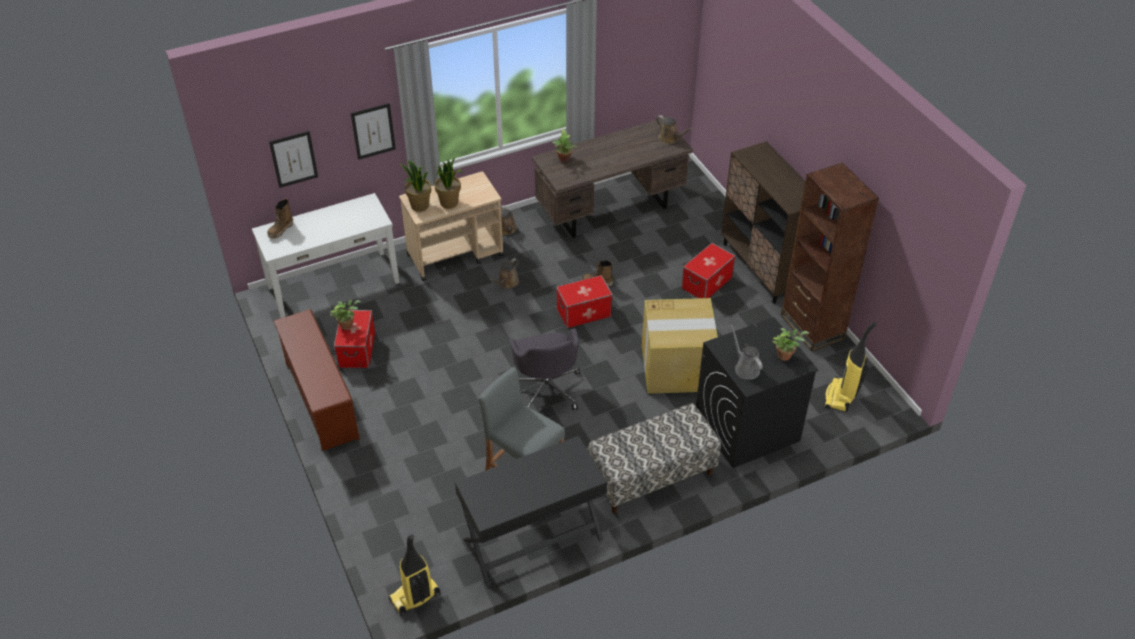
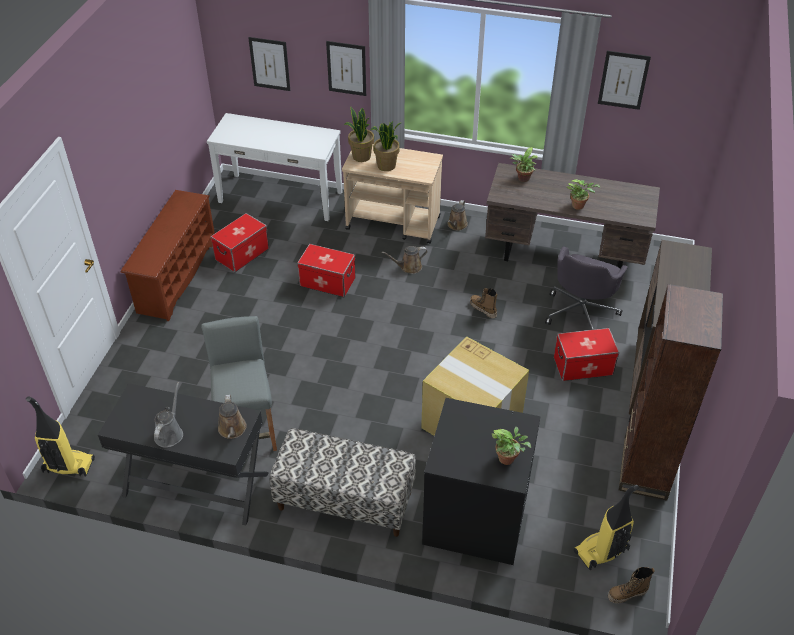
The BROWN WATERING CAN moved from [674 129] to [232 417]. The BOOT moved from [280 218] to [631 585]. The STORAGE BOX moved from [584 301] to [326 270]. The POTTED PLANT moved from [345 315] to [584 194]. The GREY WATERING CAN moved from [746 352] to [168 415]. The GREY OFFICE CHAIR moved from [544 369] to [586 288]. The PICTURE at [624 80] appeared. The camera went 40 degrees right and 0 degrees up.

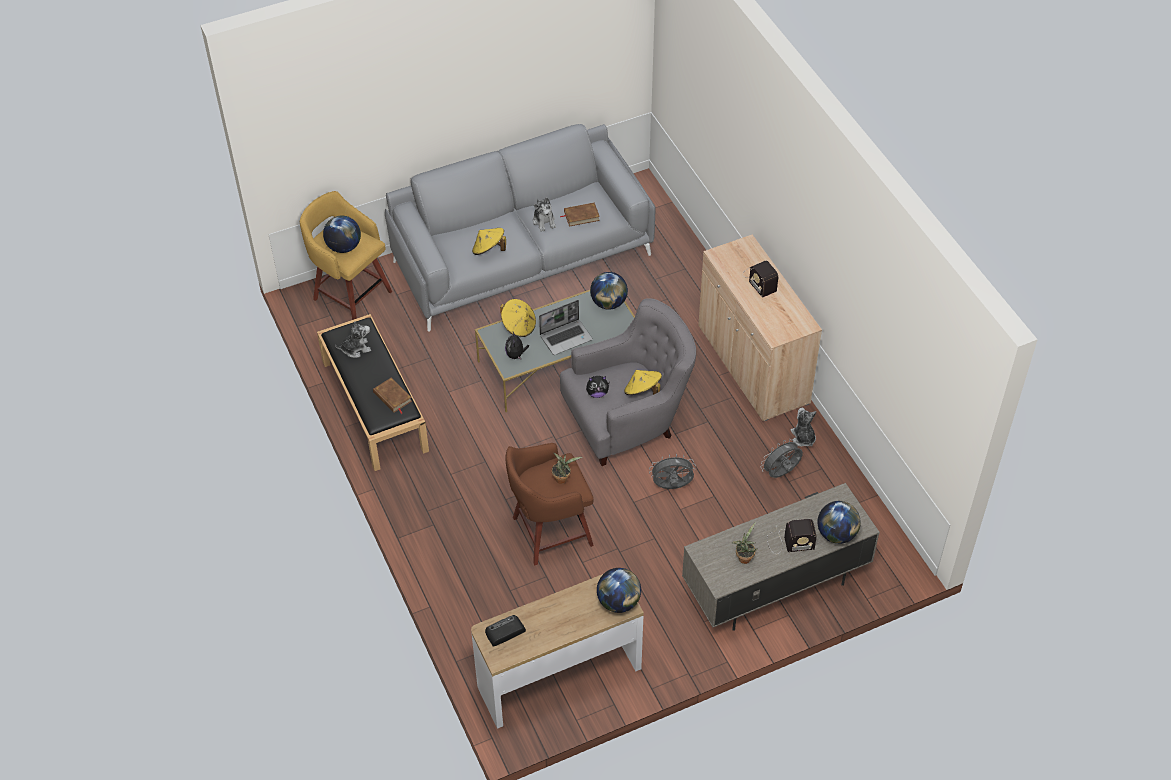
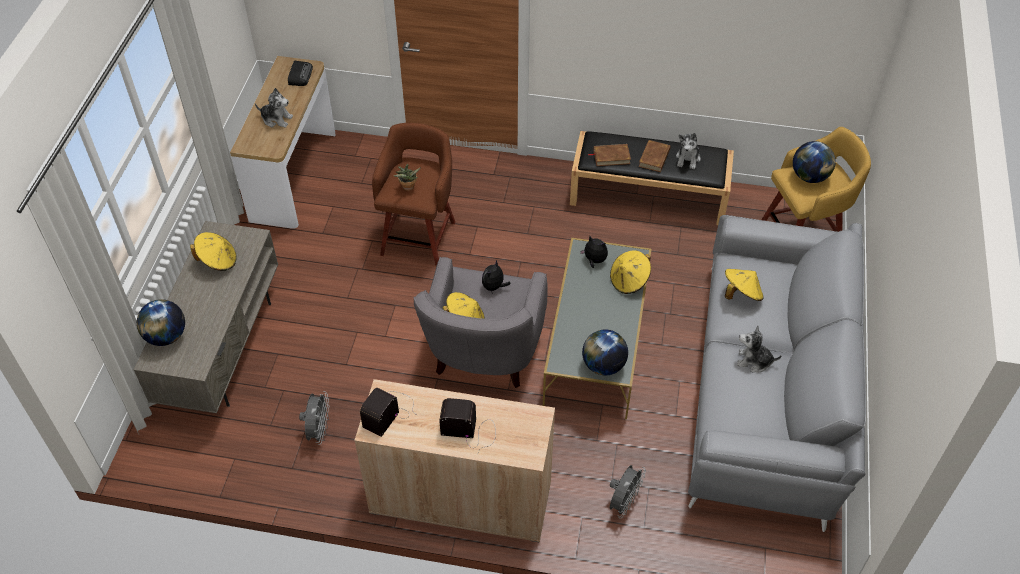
The BROWN BOOK moved from [580 214] to [655 156]. The LAPTOP at [566 327] disappeared. The PLUSH TOY moved from [803 427] to [274 108]. The GREY FAN moved from [672 471] to [628 492]. The RADIO moved from [792 536] to [389 412]. The POTTED PLANT at [745 543] was replaced by the YELLOW HAT at [213 251]. The GLOBE at [619 590] disappeared. The camera went 125 degrees right and 0 degrees up.

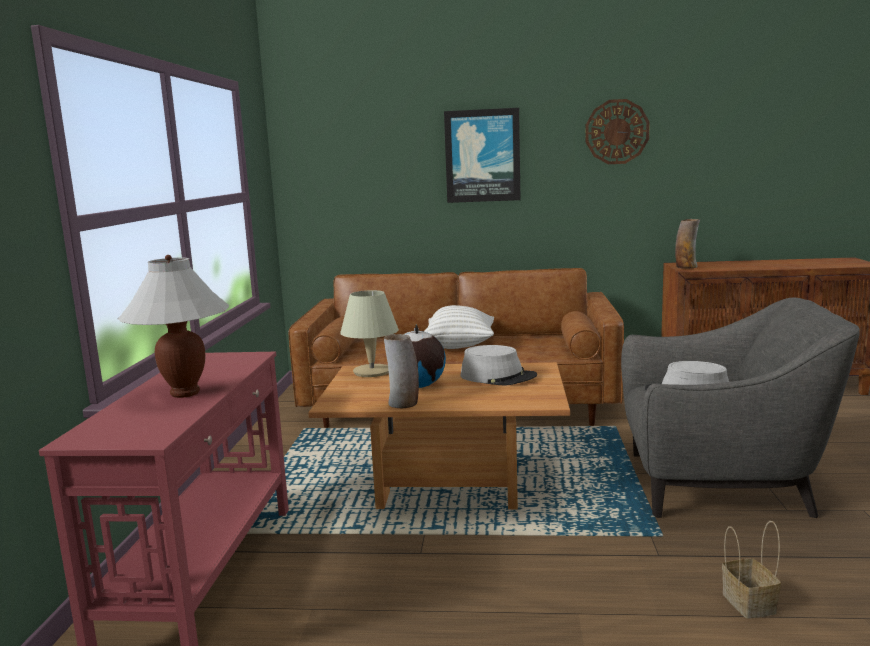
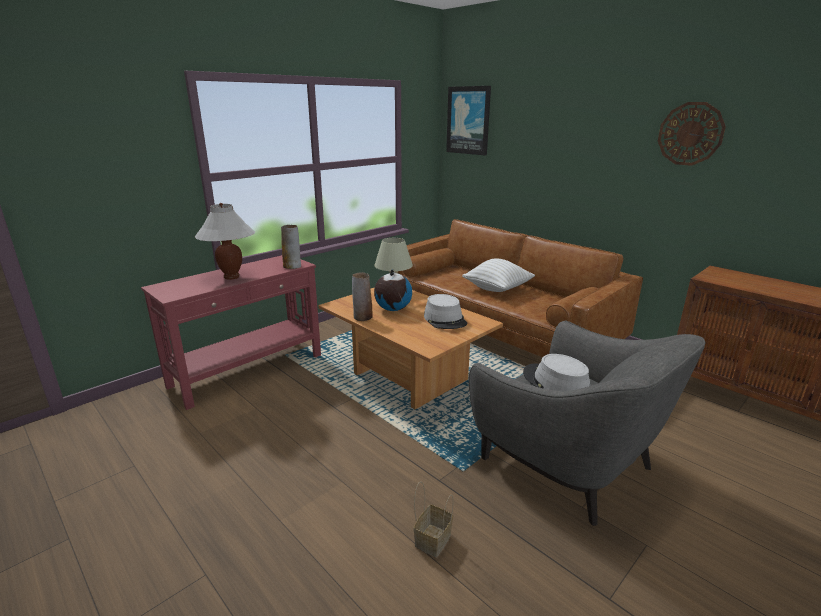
The PICTURE moved from [482 155] to [468 121]. The VASE moved from [687 244] to [291 247]. The camera went 40 degrees right and 10 degrees up.

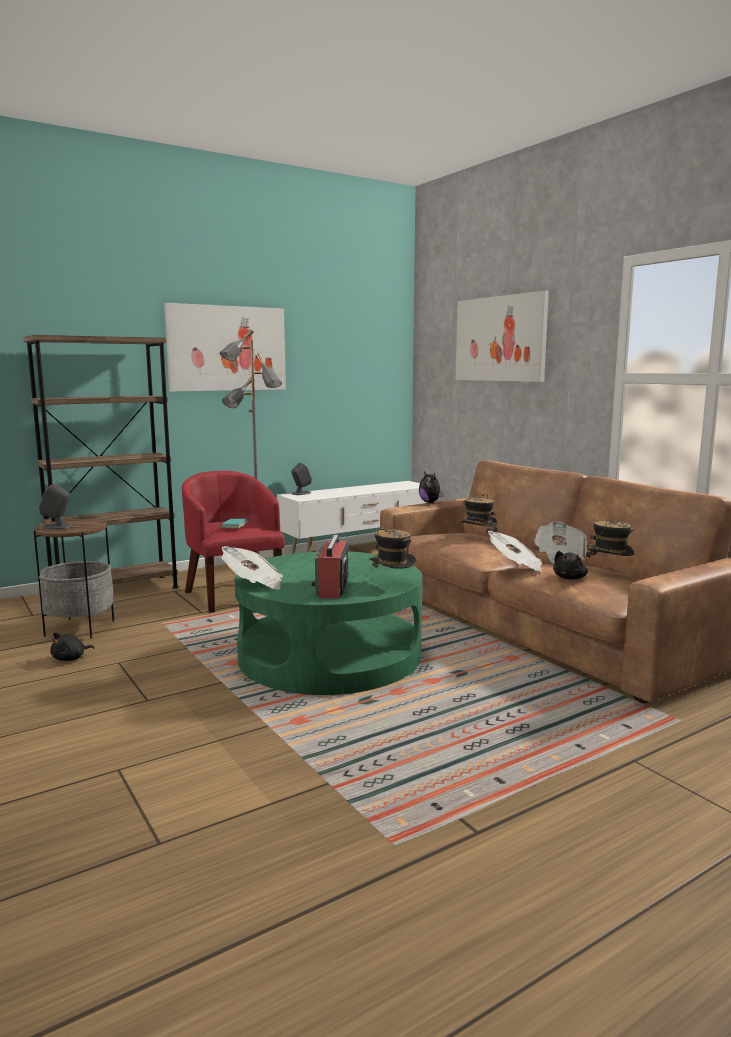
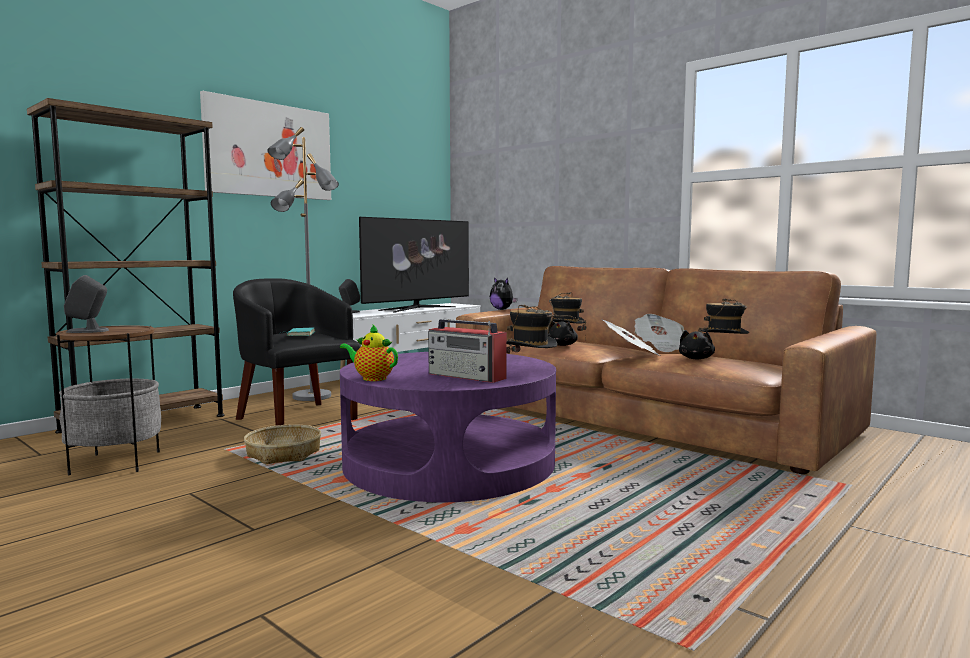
The PICTURE at [502 336] disappeared. The RED ARMCHAIR at [233 542] became the BLACK ARMCHAIR at [297 352]. The RADIO at [329 567] turned 45 degrees counterclockwise. The NEWSPAPER at [252 567] was replaced by the TEAPOT at [369 353]. The GREEN COFFEE TABLE at [328 623] became the PURPLE COFFEE TABLE at [448 427]. The BLACK PLUSH TOY moved from [72 646] to [563 333]. The TELEVISION at [414 265] appeared. The BASKET at [282 444] appeared. The camera went 15 degrees left and 5 degrees down.

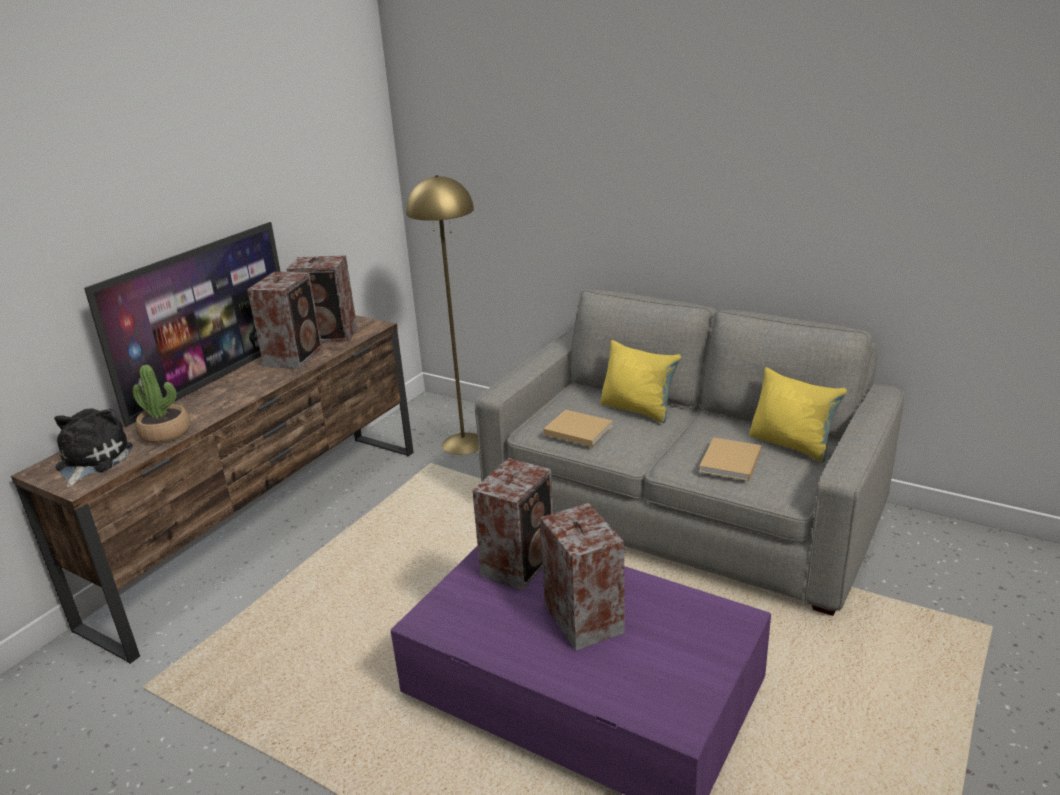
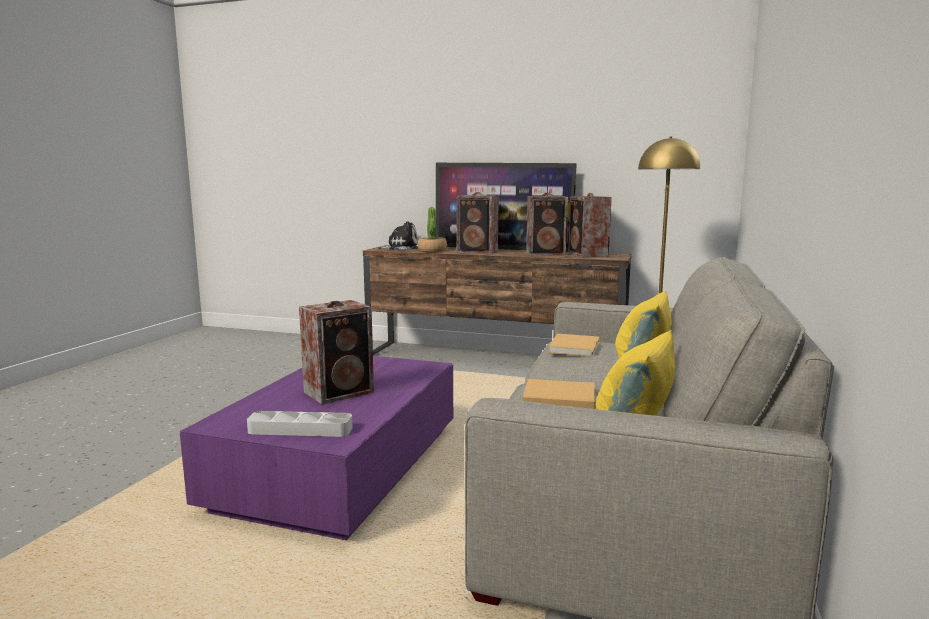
The SPEAKER moved from [512 524] to [478 223]. The GREY TRAY at [300 424] appeared. The camera went 75 degrees right and 15 degrees down.

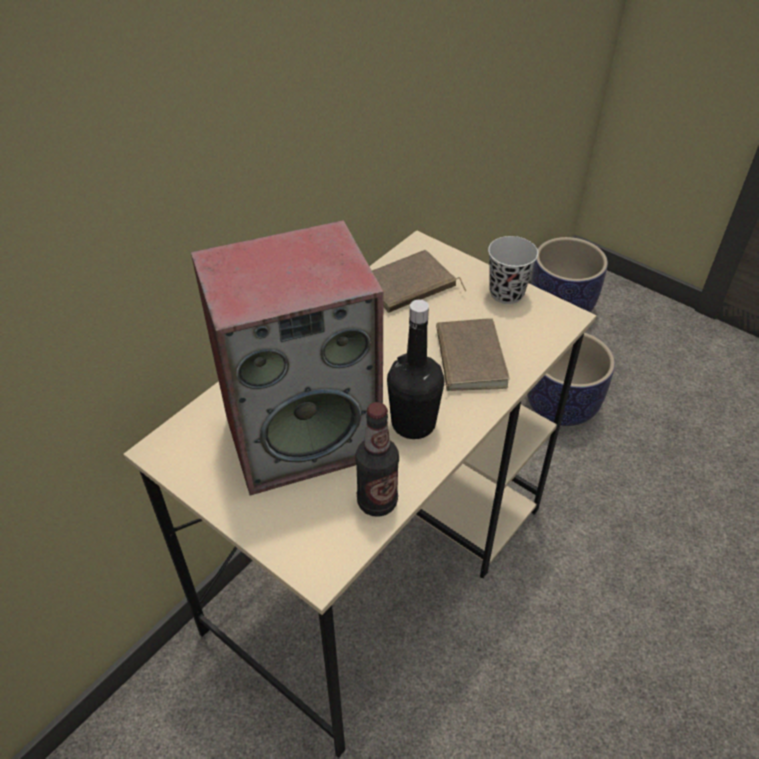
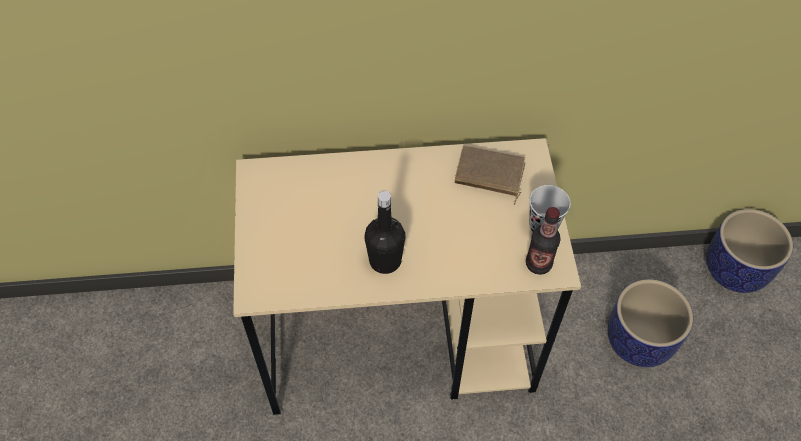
The SPEAKER at [287 358] disappeared. The BROWN BOOK at [473 354] disappeared. The BOTTLE moved from [377 459] to [543 241]. The camera went 45 degrees right and 10 degrees up.

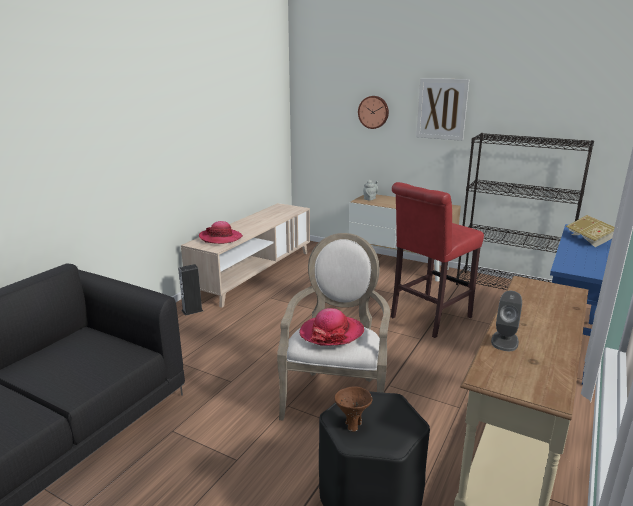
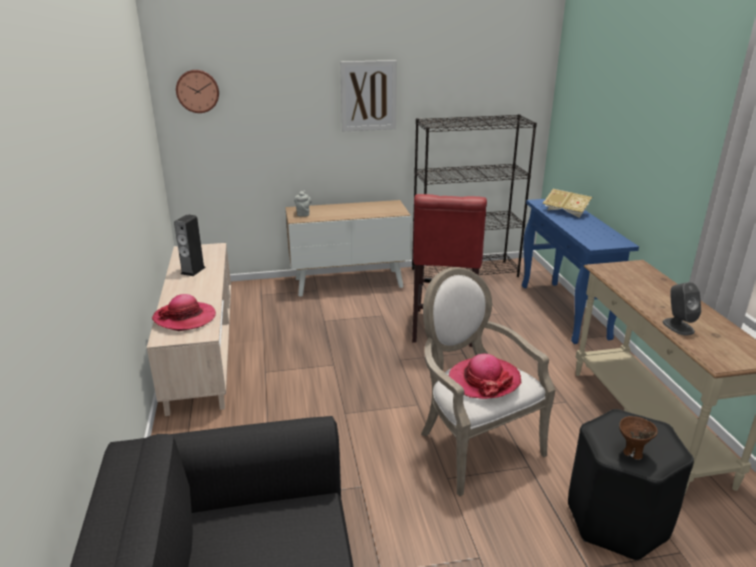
The WALL CLOCK moved from [373 112] to [197 91]. The SPEAKER moved from [190 290] to [190 245]. The camera went 40 degrees left and 5 degrees up.

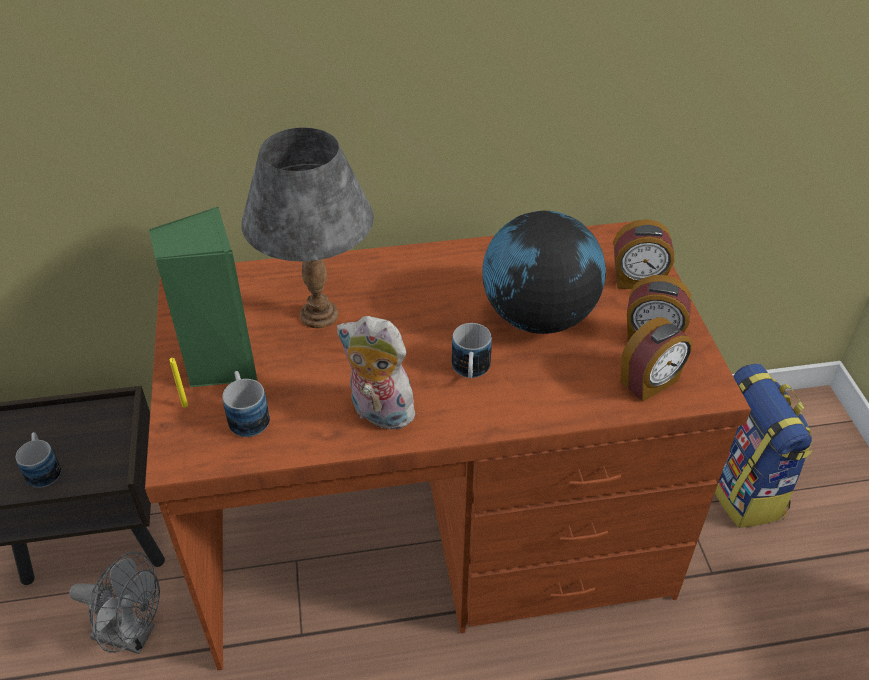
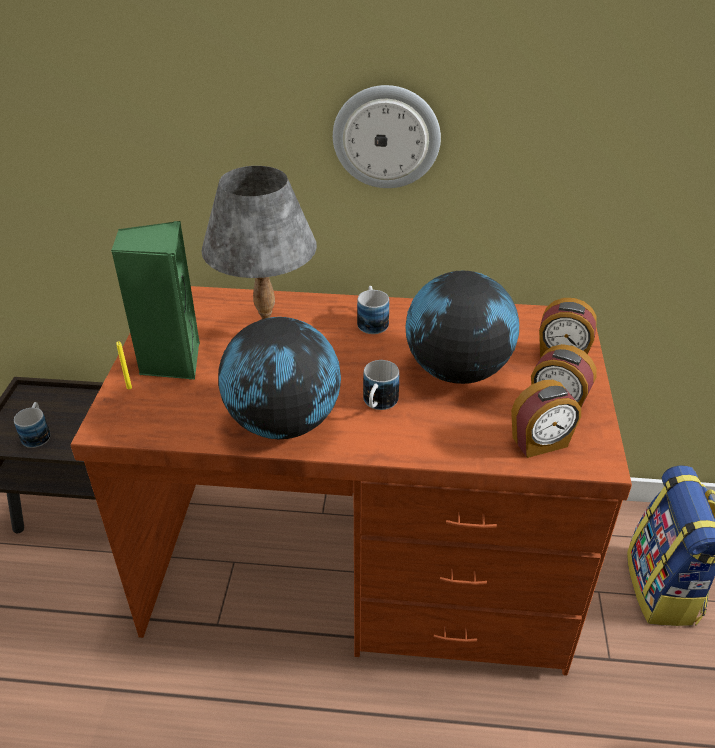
The PLUSH TOY at [377 372] was replaced by the GLOBE at [279 378]. The MUG moved from [246 404] to [373 310]. The GREY FAN at [114 602] disappeared. The WALL CLOCK at [387 136] appeared. The camera went 15 degrees right and 5 degrees down.

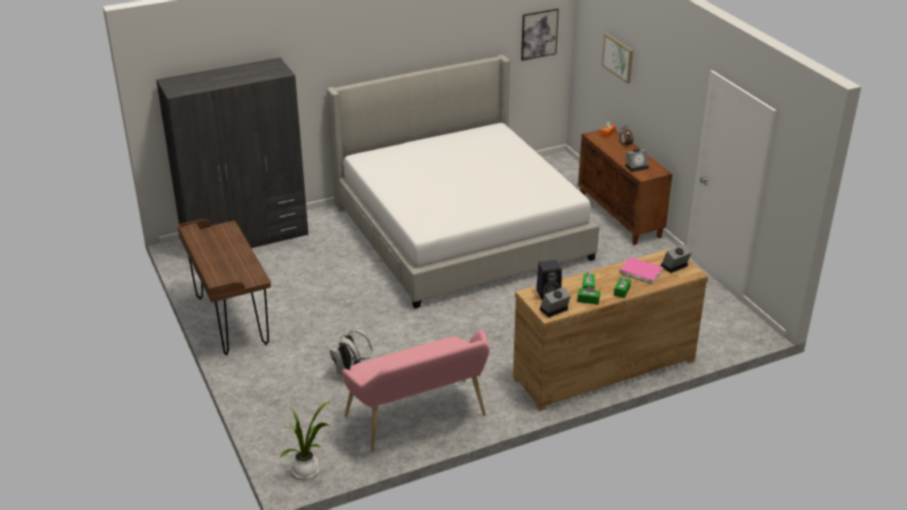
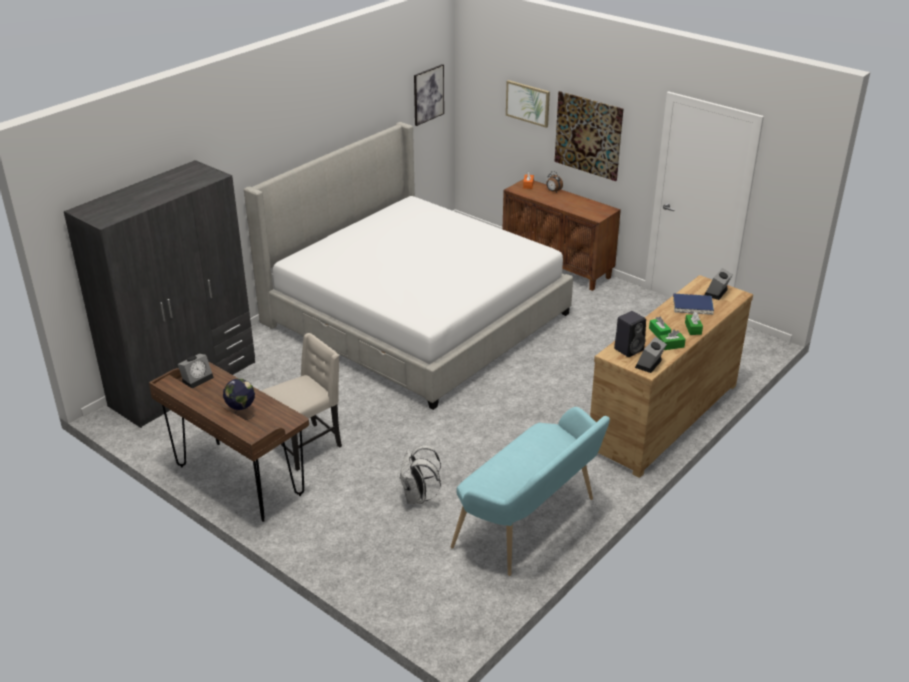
The ALARM CLOCK moved from [637 160] to [196 371]. The PINK BOOK at [641 270] became the BLUE BOOK at [693 304]. The PINK BENCH at [415 390] became the TURQUOISE BENCH at [530 491]. The POTTED PLANT at [305 440] disappeared. The PICTURE at [589 136] appeared. The BEIGE CHAIR at [302 402] appeared. The GLOBE at [239 399] appeared. The camera went 25 degrees left and 0 degrees up.

